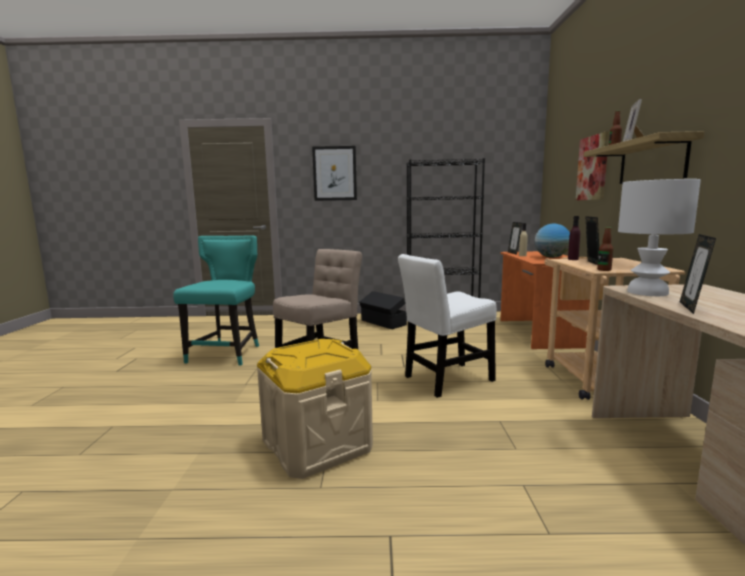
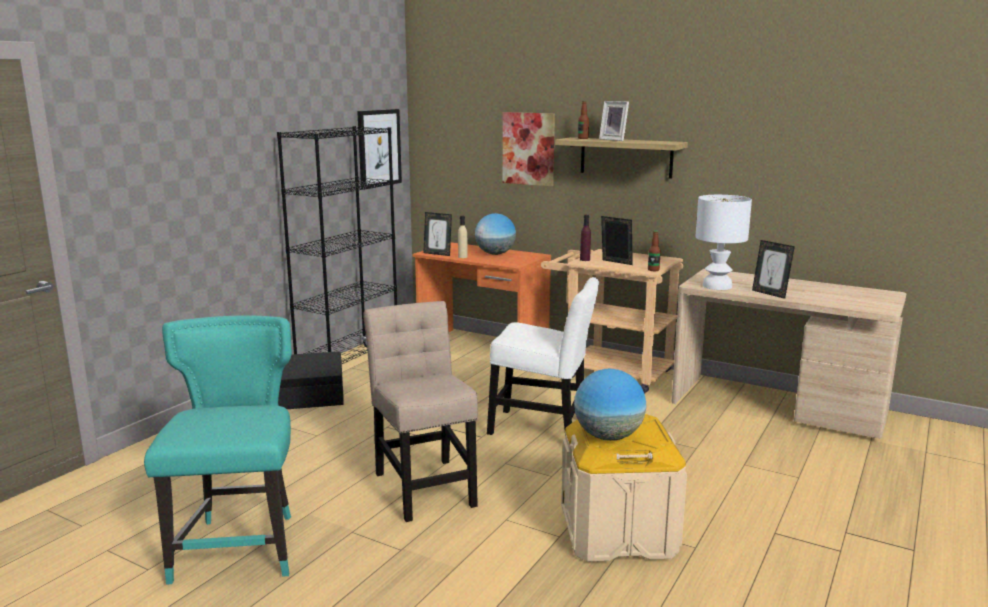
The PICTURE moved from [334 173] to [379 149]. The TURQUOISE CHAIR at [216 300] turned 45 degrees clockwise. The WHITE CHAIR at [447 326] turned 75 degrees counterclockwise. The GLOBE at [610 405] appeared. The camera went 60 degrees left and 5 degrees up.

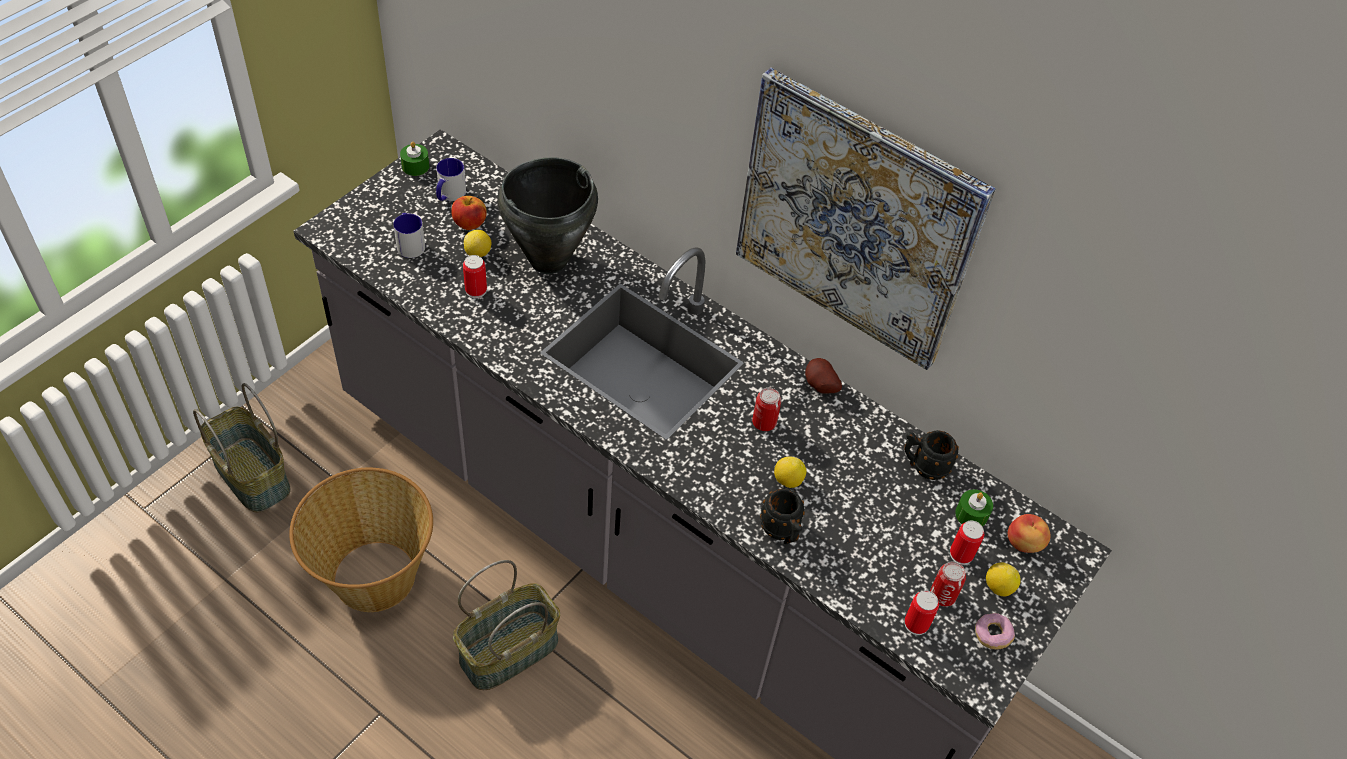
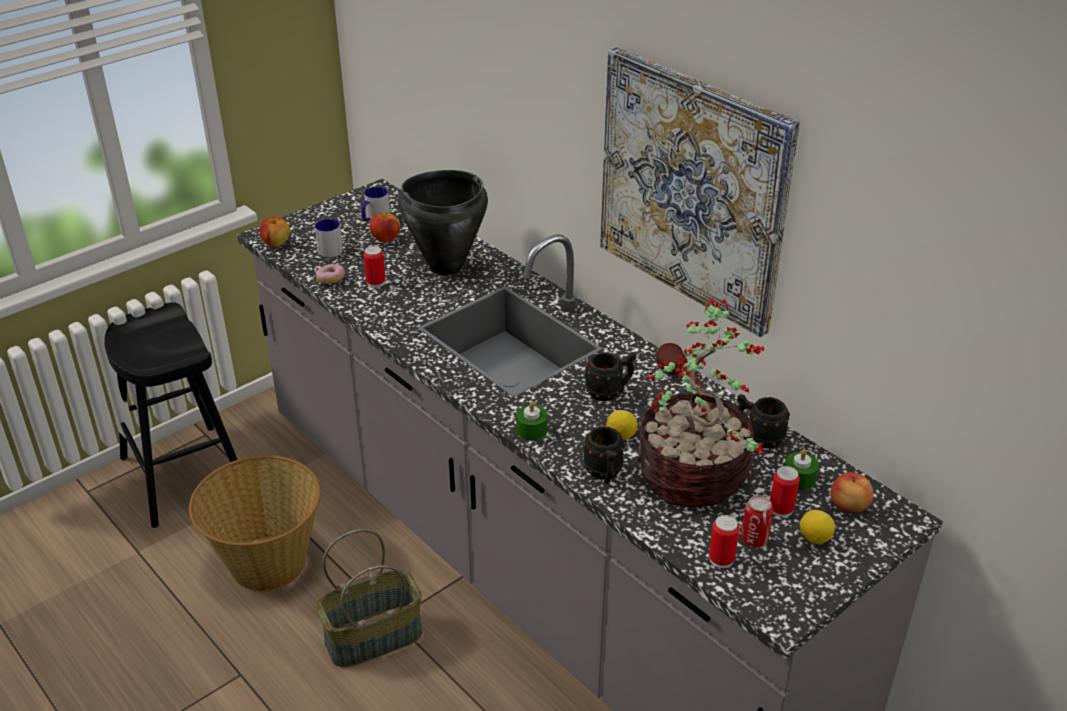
The GREEN CANDLE moved from [414 158] to [531 421]. The LEMON at [477 243] disappeared. The BASKET at [242 448] was replaced by the BLACK STOOL at [171 415]. The CAN at [766 409] was replaced by the BLACK MUG at [610 376]. The DONUT moved from [995 631] to [330 274]. The APPLE at [274 232] appeared. The POTTED PLANT at [701 402] appeared. The camera went 15 degrees right and 15 degrees down.

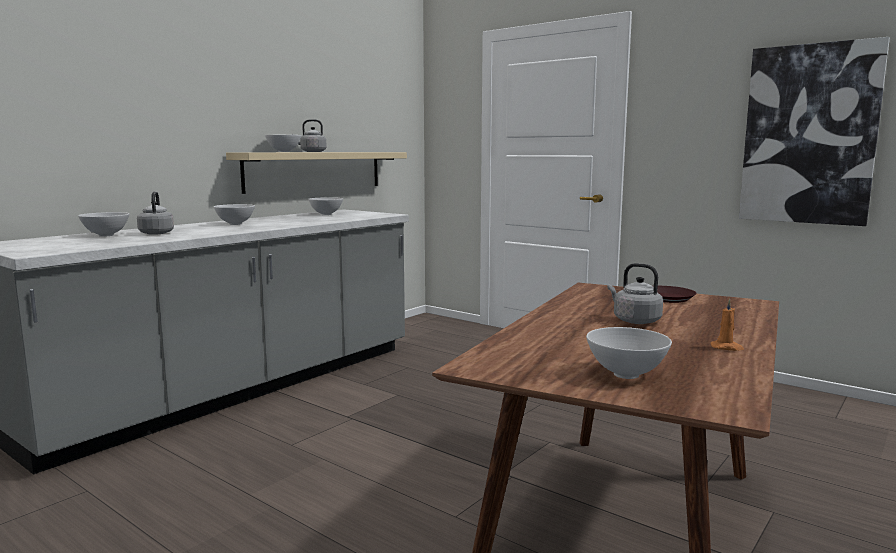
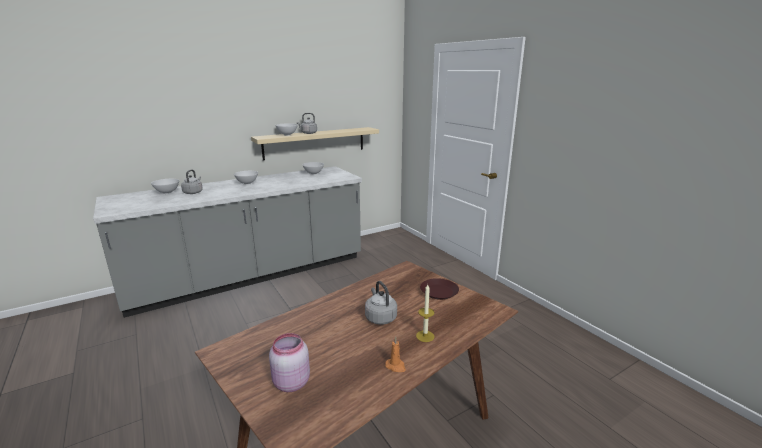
The PICTURE at [814 131] disappeared. The WHITE BOWL at [629 353] was replaced by the PINK JAR at [289 362]. The CANDLE at [425 313] appeared. The camera went 20 degrees right and 10 degrees up.

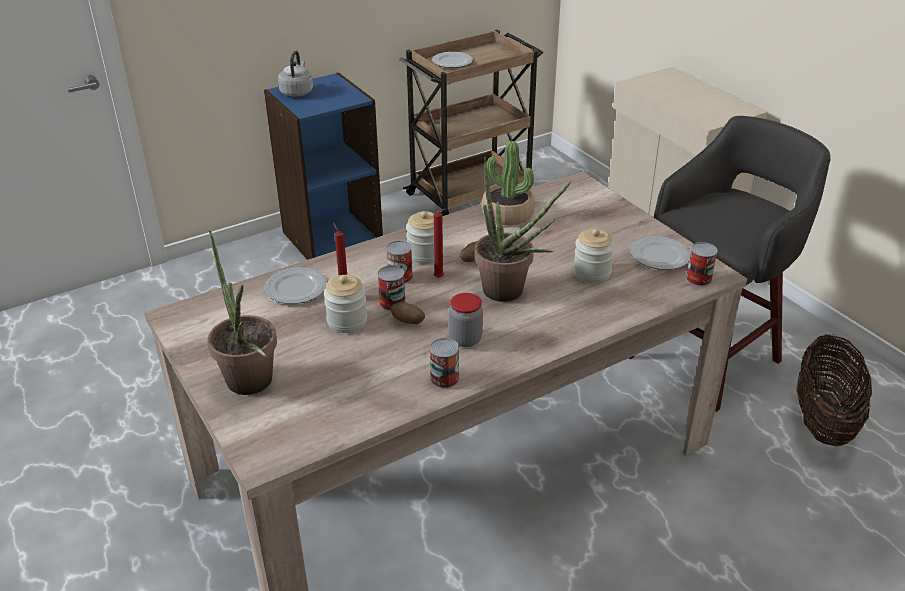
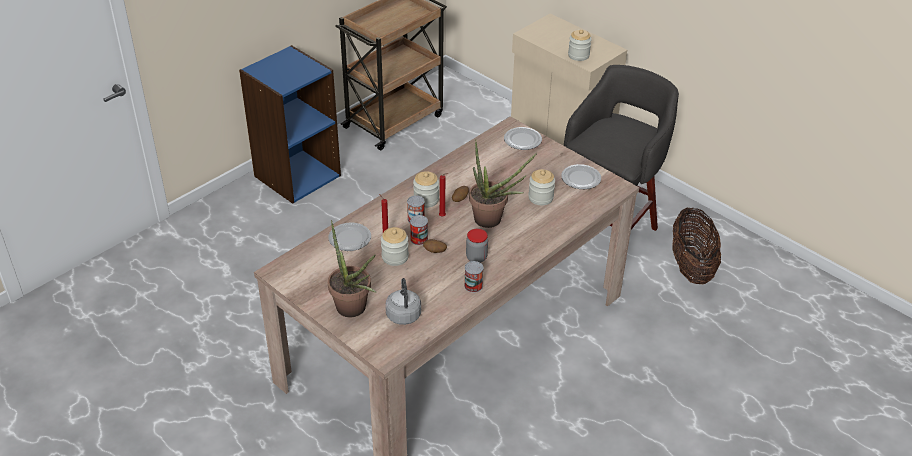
The GREY KETTLE moved from [295 74] to [403 301]. The PLATE moved from [452 60] to [523 138]. The POTTED PLANT at [508 183] disappeared. The CAN at [702 264] disappeared. The JAR at [580 45] appeared. The camera went 15 degrees left and 5 degrees up.

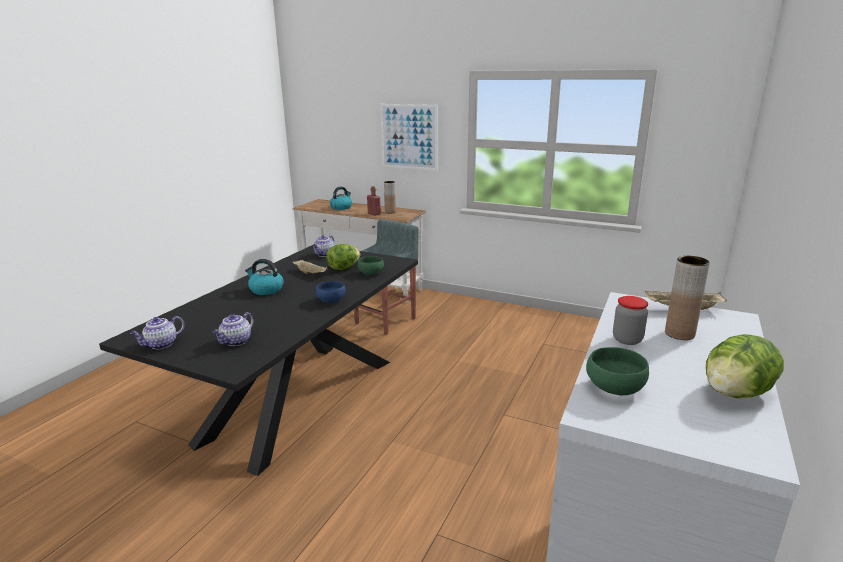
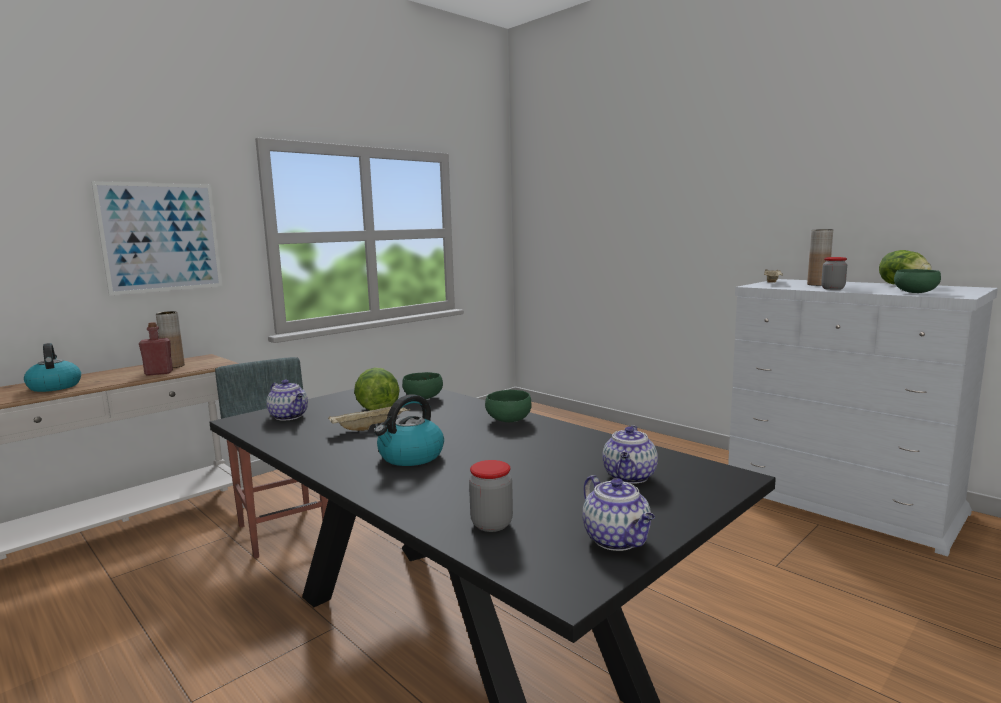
The BLUE BOWL at [331 292] became the GREEN BOWL at [508 406]. The TEAPOT at [233 329] turned 60 degrees clockwise. The JAR at [491 496] appeared. The camera went 70 degrees left and 10 degrees down.

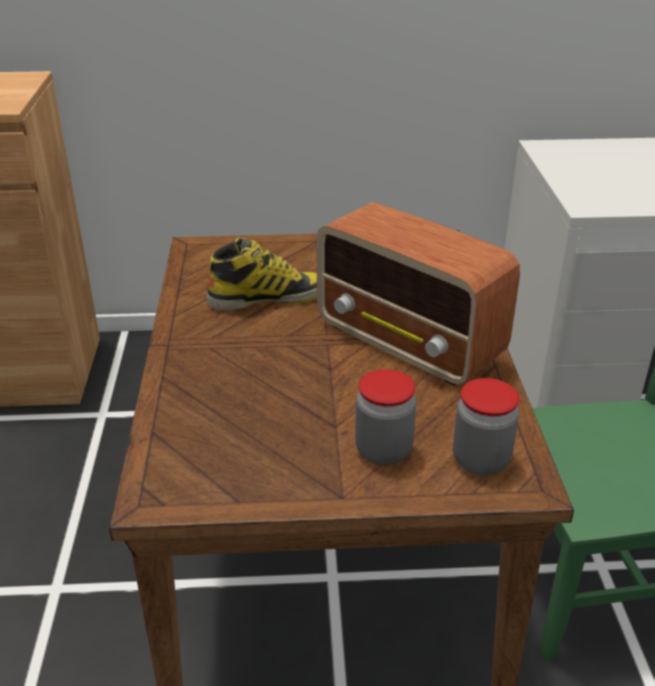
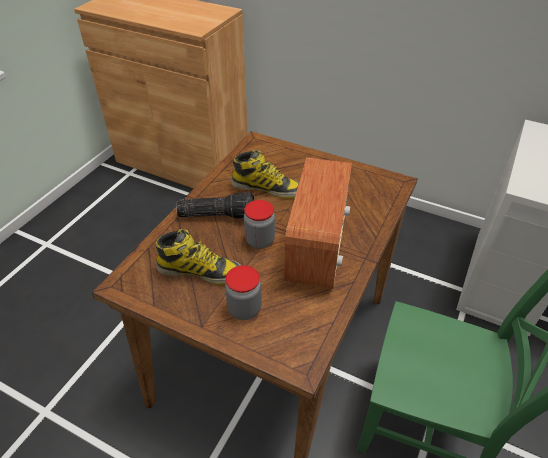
The RADIO at [418 294] turned 150 degrees counterclockwise. The JAR moved from [486 427] to [259 224]. The FLASHLIGHT at [215 205] appeared. The BOOT at [198 257] appeared. The camera went 30 degrees right and 10 degrees up.

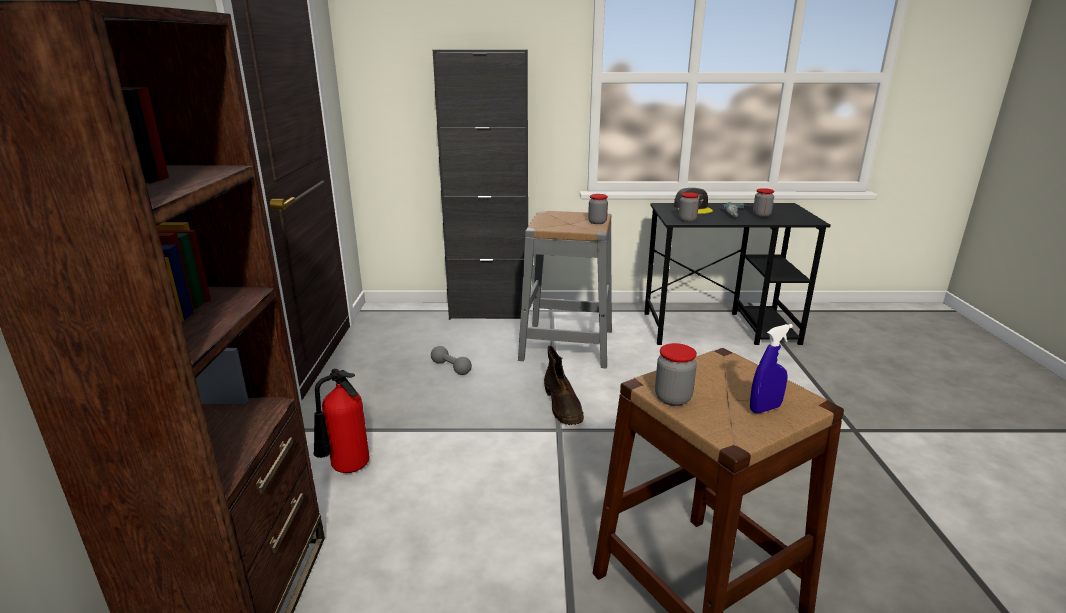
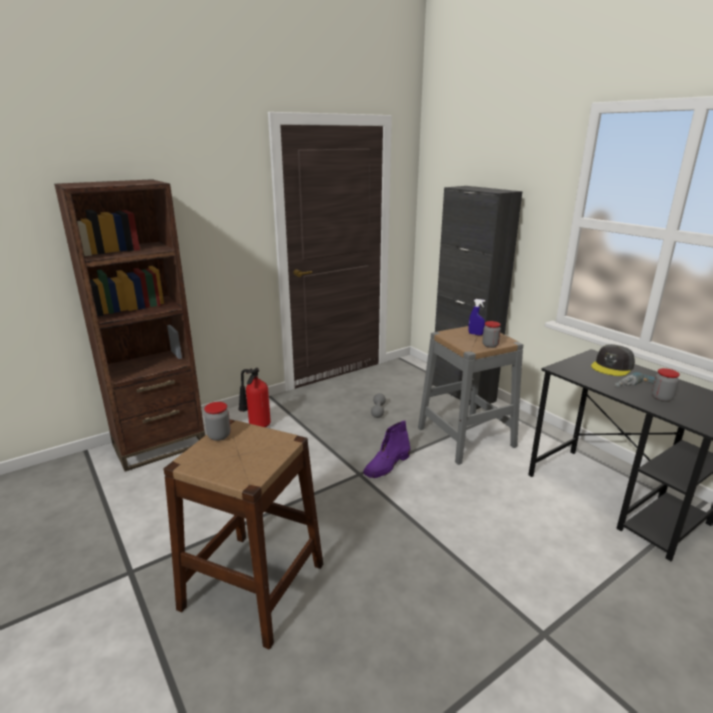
The JAR at [689 207] disappeared. The BLUE SPRAY BOTTLE moved from [771 368] to [476 317]. The BROWN BOOT at [564 385] became the PURPLE BOOT at [387 449]. The camera went 55 degrees right and 0 degrees up.

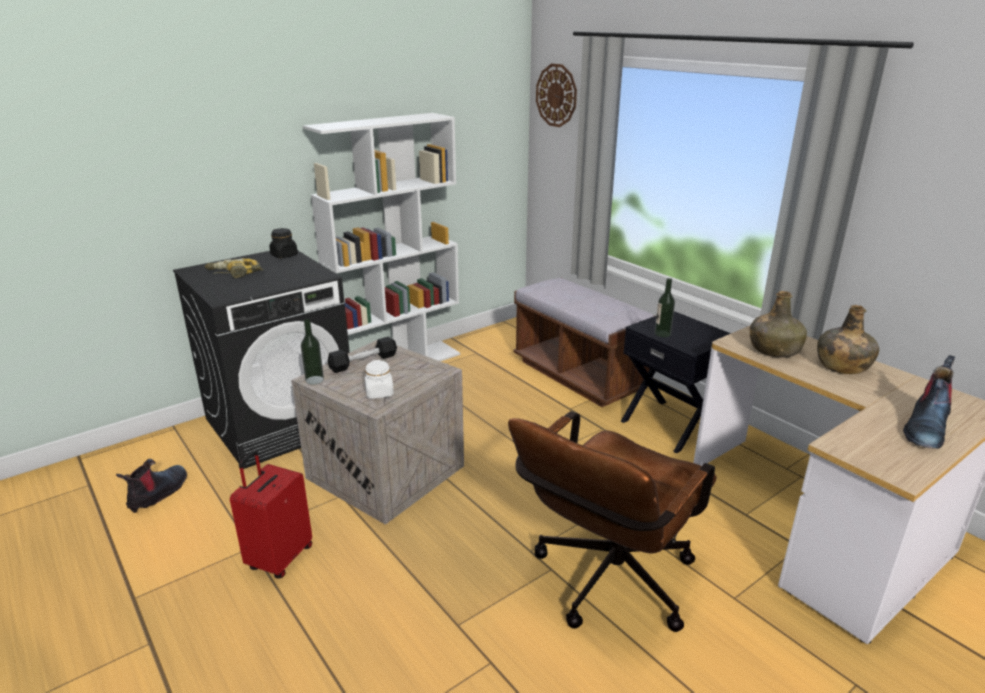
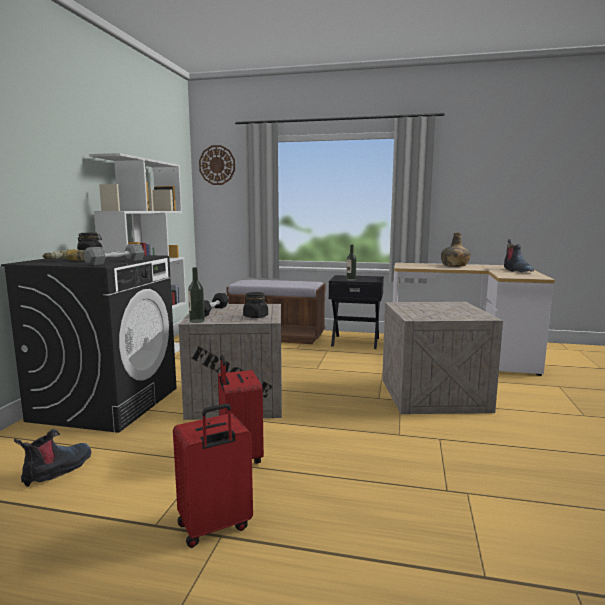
The GREEN BOTTLE at [778 324] disappeared. The WHITE JAR at [379 379] became the BLACK JAR at [255 305]. The BROWN OFFICE CHAIR at [612 521] was replaced by the CRATE at [442 358]. The BOOT at [151 486] turned 45 degrees clockwise. The GREY DUMBBELL at [114 254] appeared. The RED SUITCASE at [213 476] appeared. The camera went 40 degrees left and 15 degrees down.

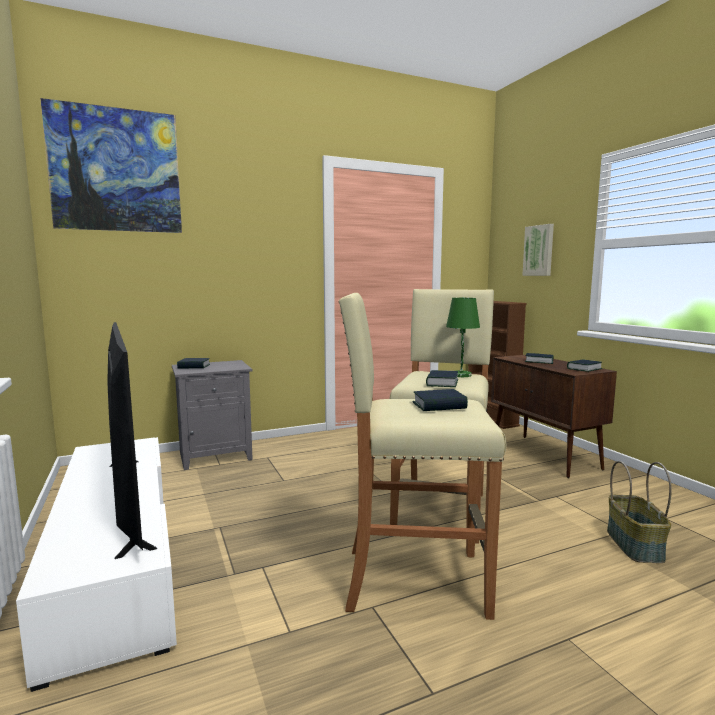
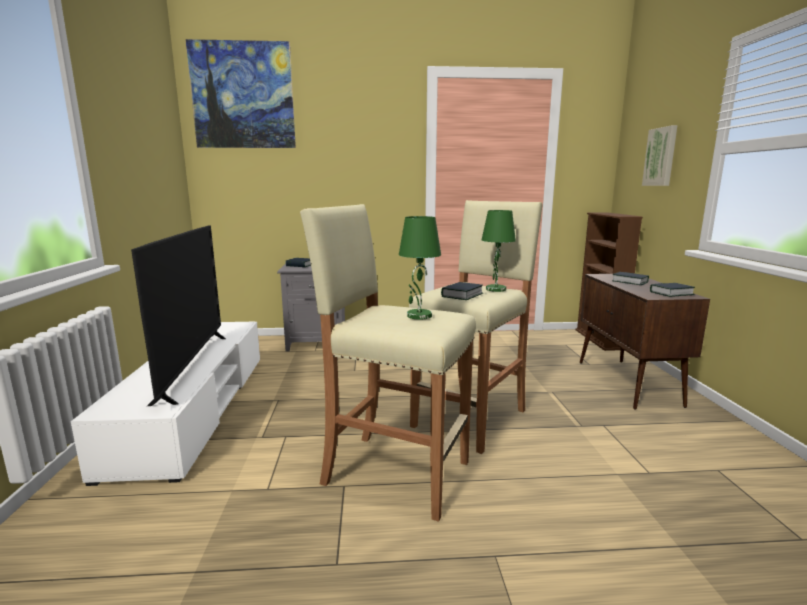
The BOOK at [440 400] was replaced by the GREEN TABLE LAMP at [420 267]. The BASKET at [639 512] disappeared. The camera went 20 degrees right and 5 degrees up.

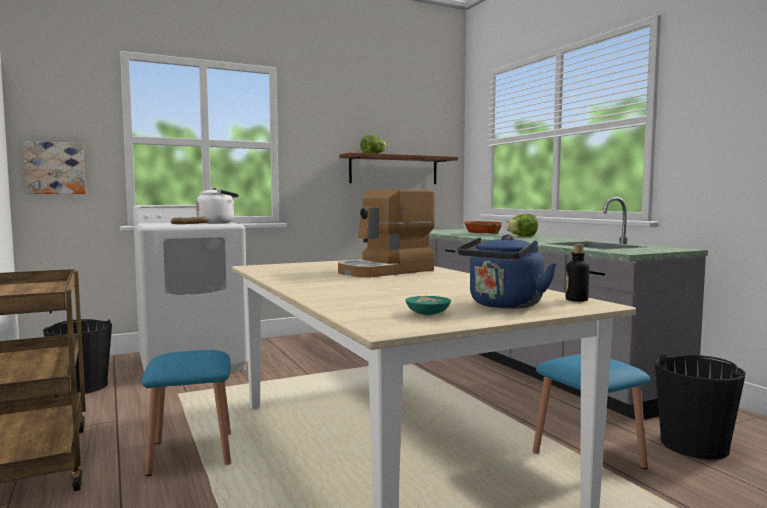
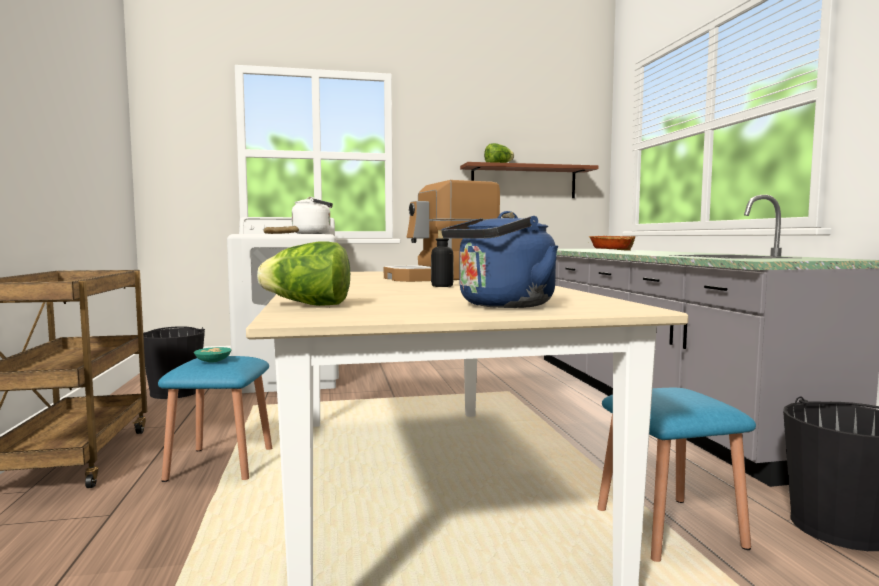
The PICTURE at [54 167] disappeared. The LETTUCE moved from [521 225] to [303 274]. The BOTTLE moved from [577 273] to [442 258]. The TURQUOISE BOWL moved from [428 305] to [213 355]. The camera went 15 degrees right and 0 degrees up.

